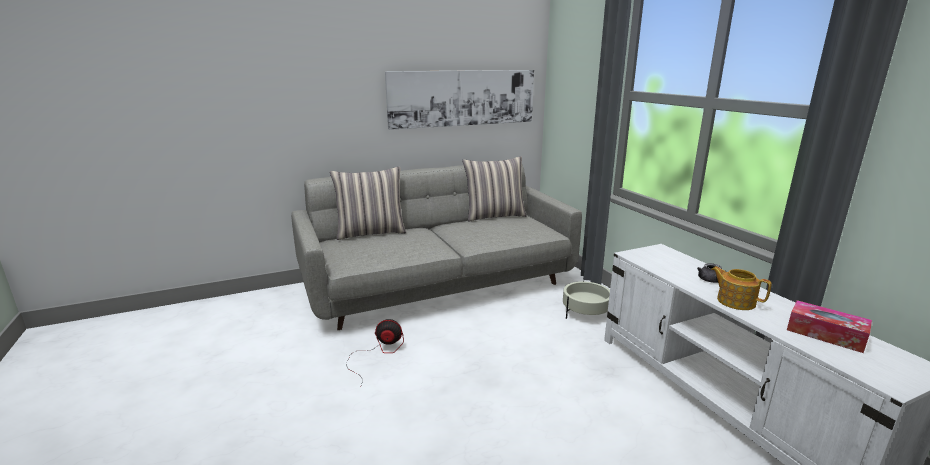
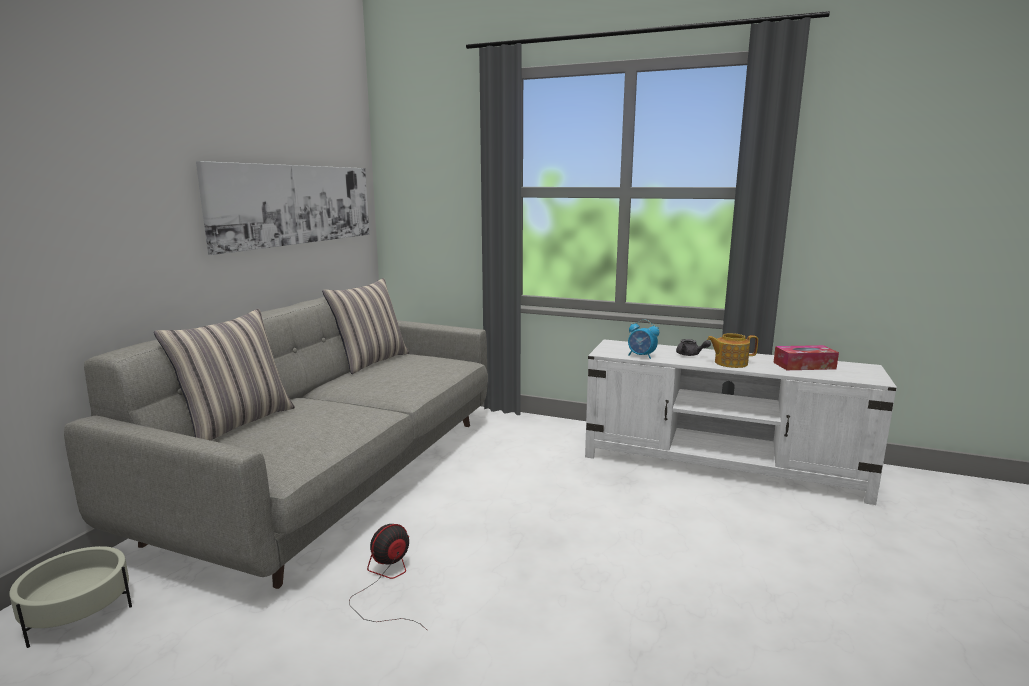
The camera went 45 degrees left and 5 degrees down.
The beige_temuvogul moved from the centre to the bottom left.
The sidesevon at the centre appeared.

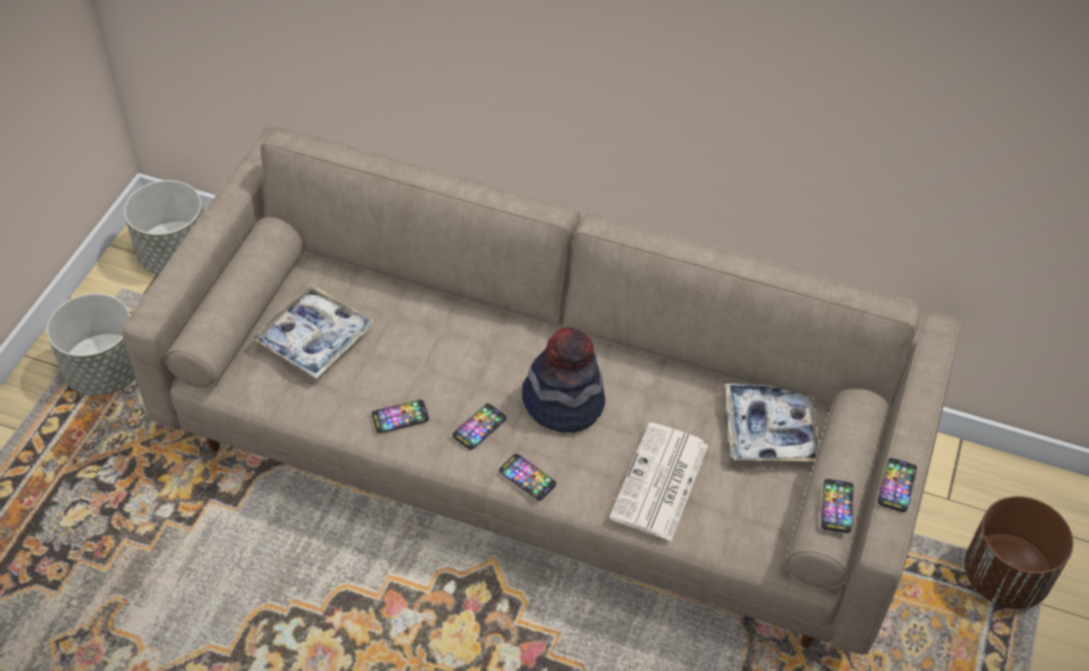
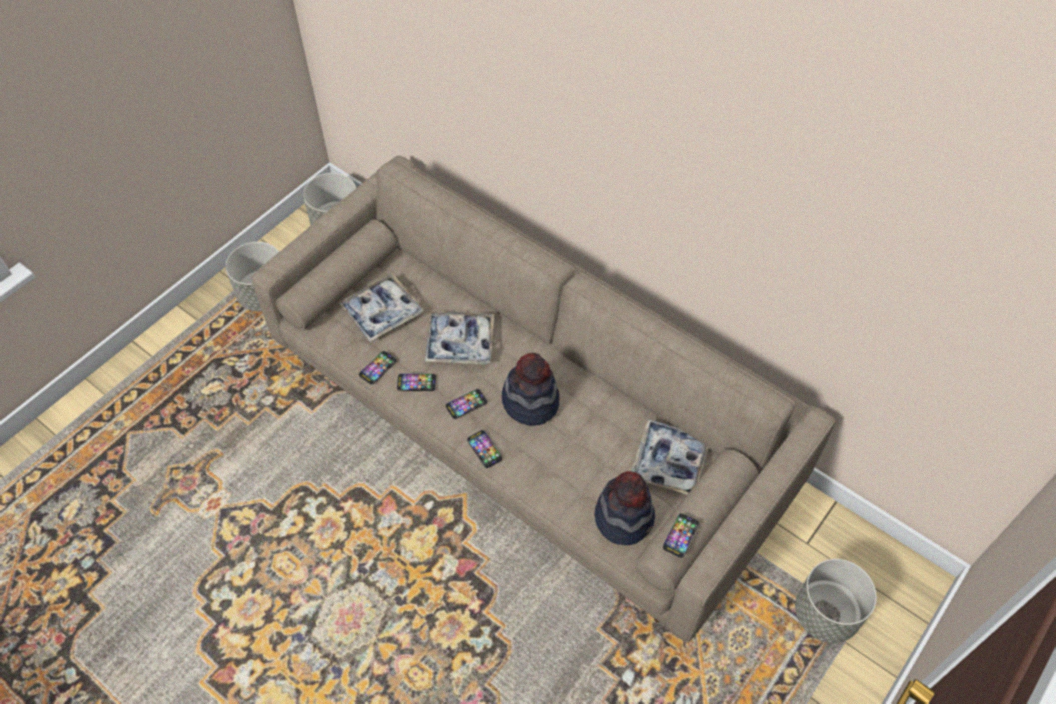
The camera went 20 degrees right and 5 degrees up.
The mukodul at the bottom centre disappeared.
The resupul (5th from left in the first image) moved from the bottom right to the centre.
The brown_temuvogul at the bottom right became the grey_temuvogul (3rd from left) at the bottom right.
The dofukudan (2nd from left) at the centre appeared.
The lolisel (2nd from left) at the bottom centre appeared.

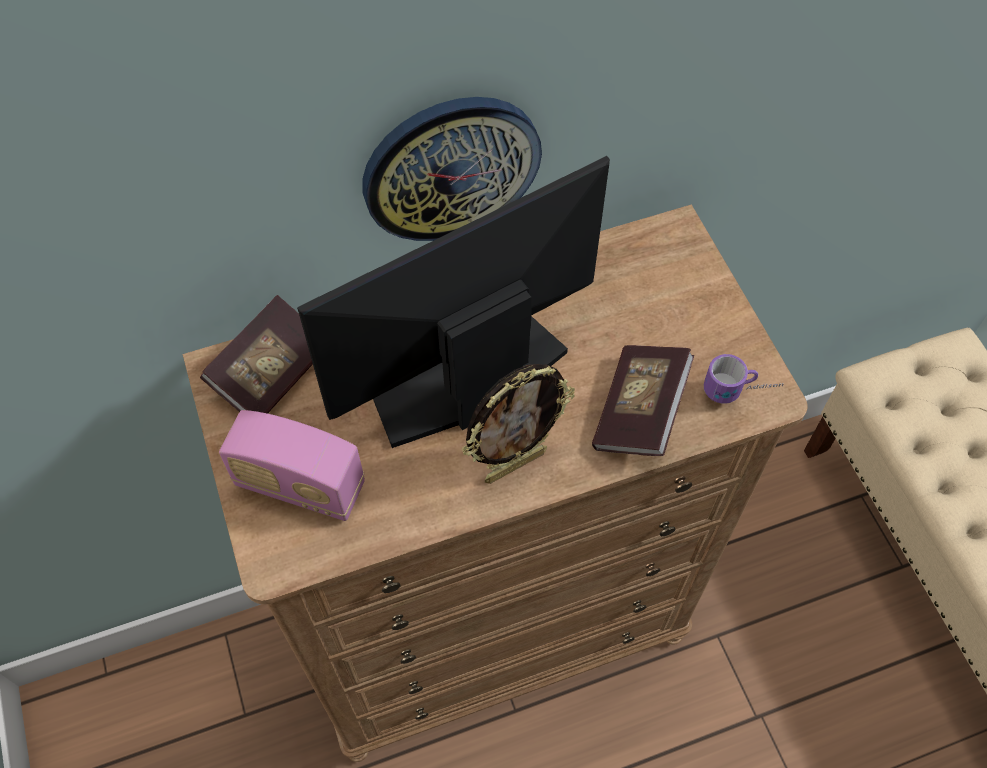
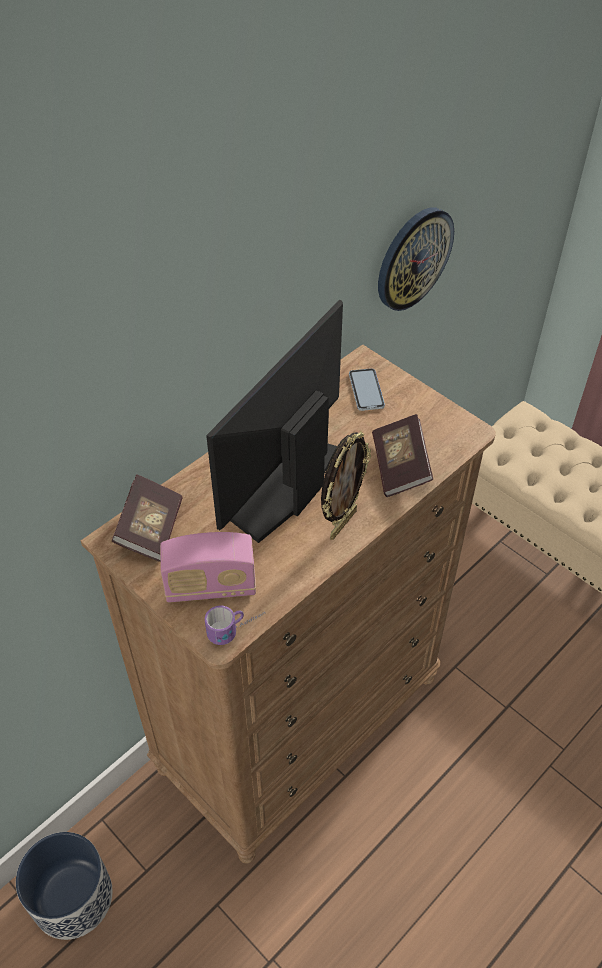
The camera went 25 degrees left and 10 degrees down.
The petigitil moved from the top centre to the top right.
The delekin moved from the middle right to the centre.
The resupul at the centre appeared.
The temuvogul at the bottom left appeared.

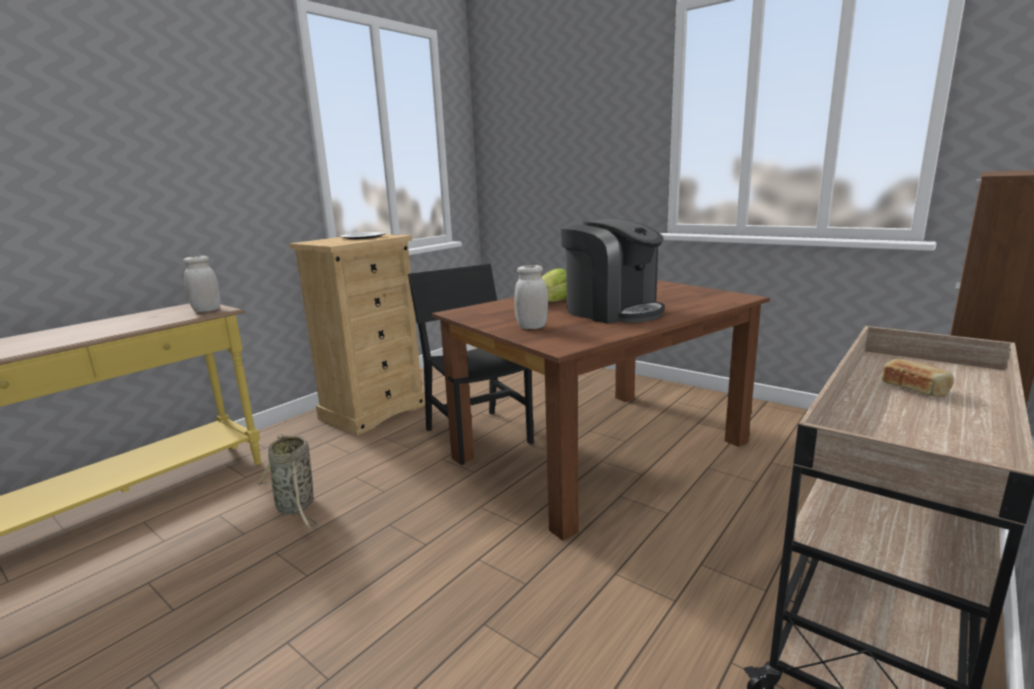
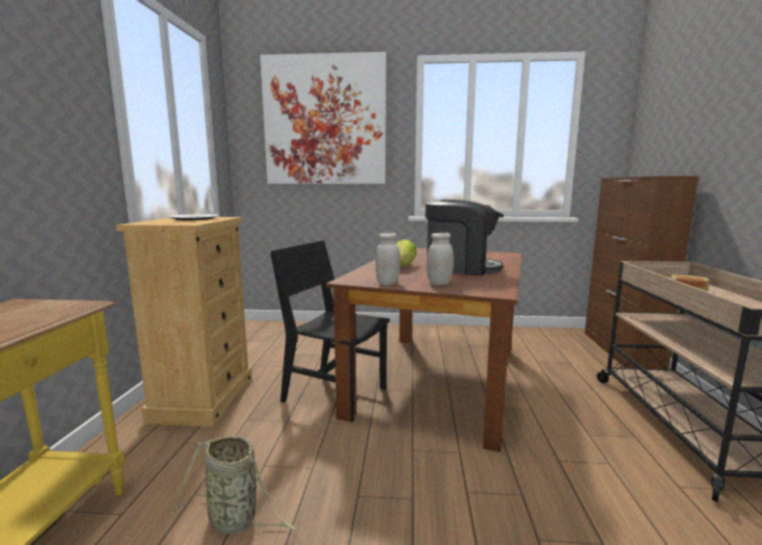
The camera went 35 degrees left and 5 degrees down.
The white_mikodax (1st from left) moved from the middle left to the centre.
The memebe at the top centre appeared.

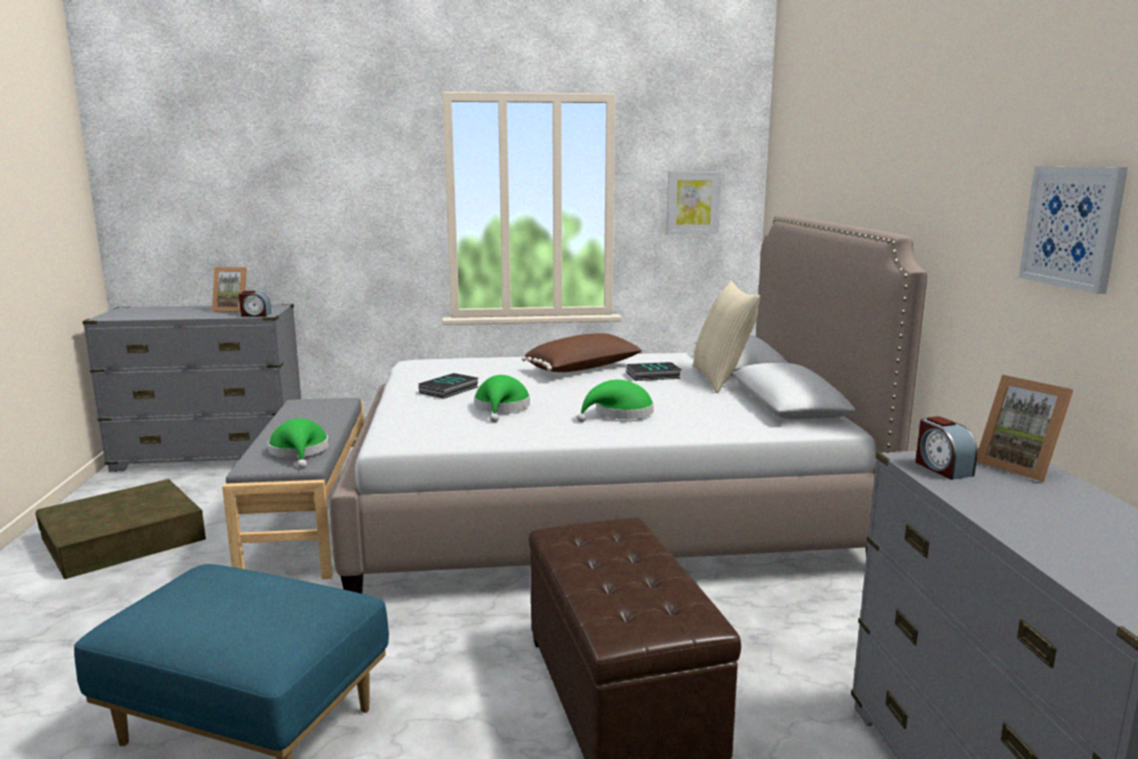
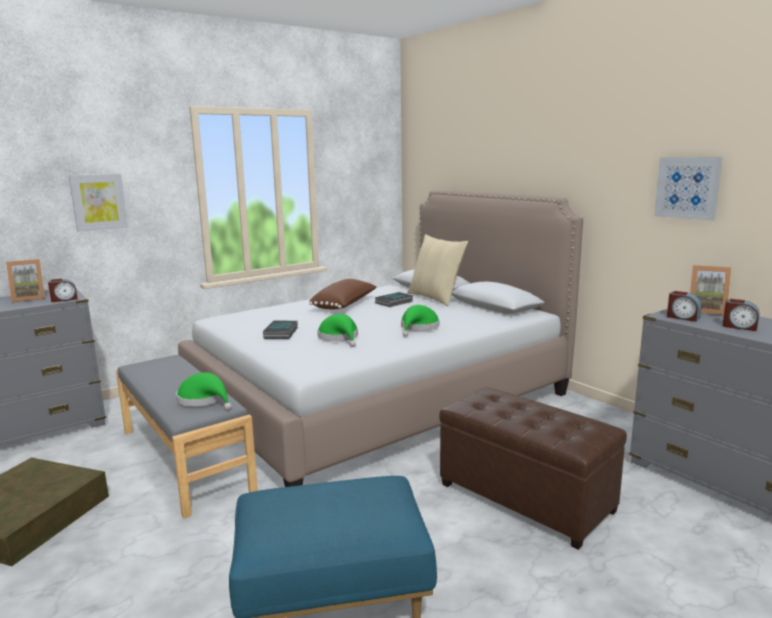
The camera went 30 degrees left and 0 degrees up.
The memebe (1st from left) moved from the top centre to the top left.
The sidesevon (3rd from left) at the middle right appeared.

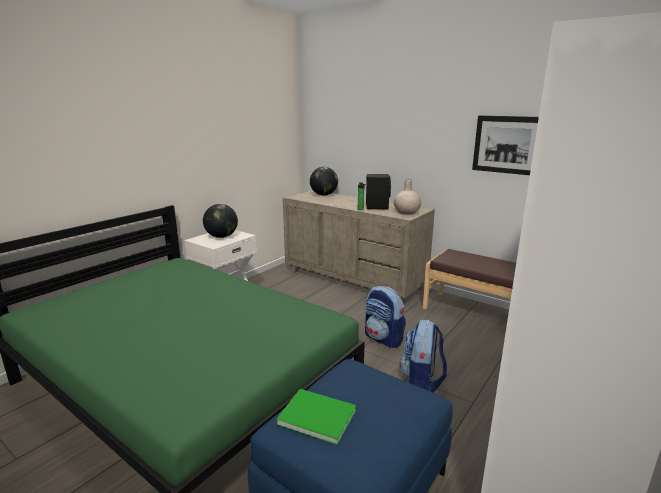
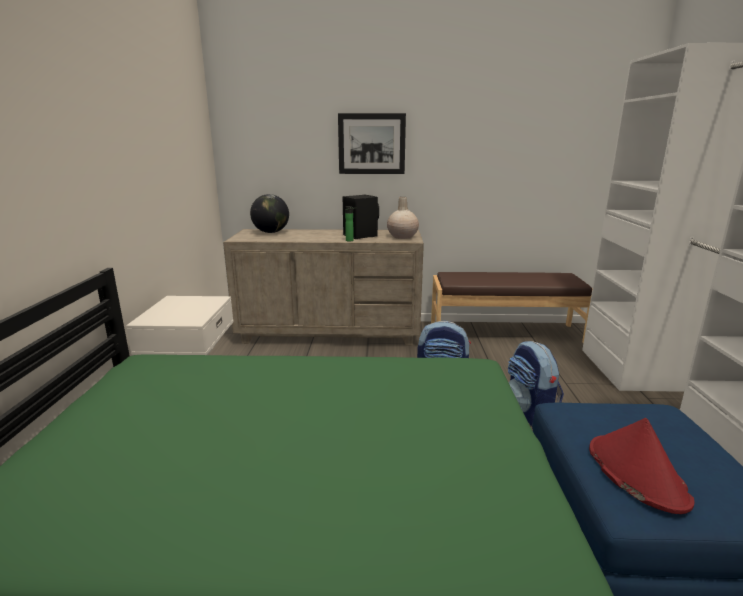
The camera went 35 degrees left and 0 degrees up.
The memebe moved from the top right to the top centre.
The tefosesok (1st from left) at the middle left disappeared.
The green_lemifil at the bottom centre was replaced by the red_lolisel at the bottom right.

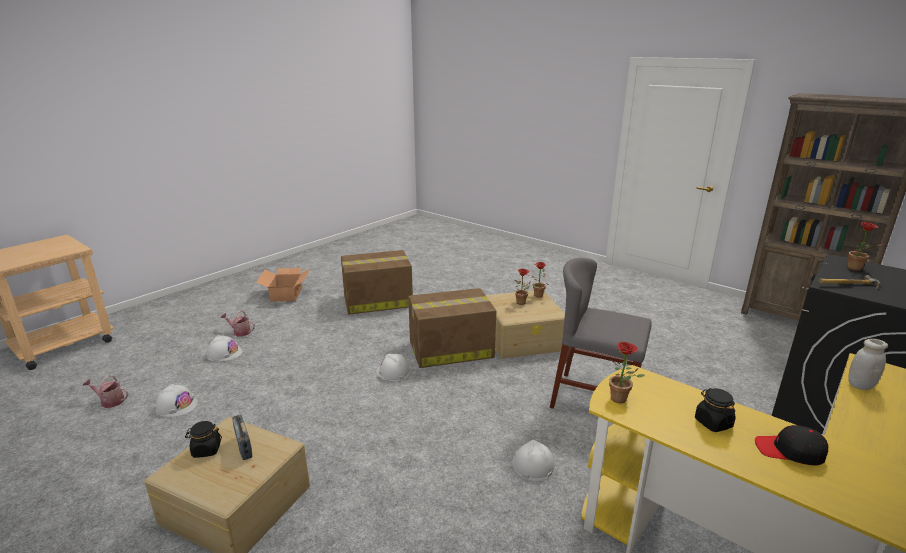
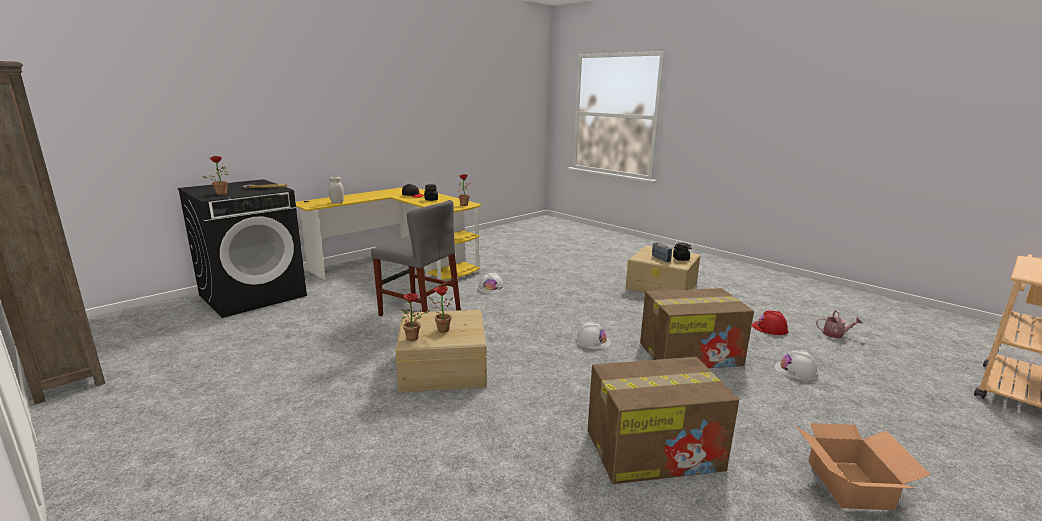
The camera went 175 degrees left and 5 degrees down.
The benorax (3rd from left in the first image) moved from the centre to the middle right.
The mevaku (2nd from left) at the middle left disappeared.
The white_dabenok (1st from left) at the bottom left became the red_dabenok at the middle right.

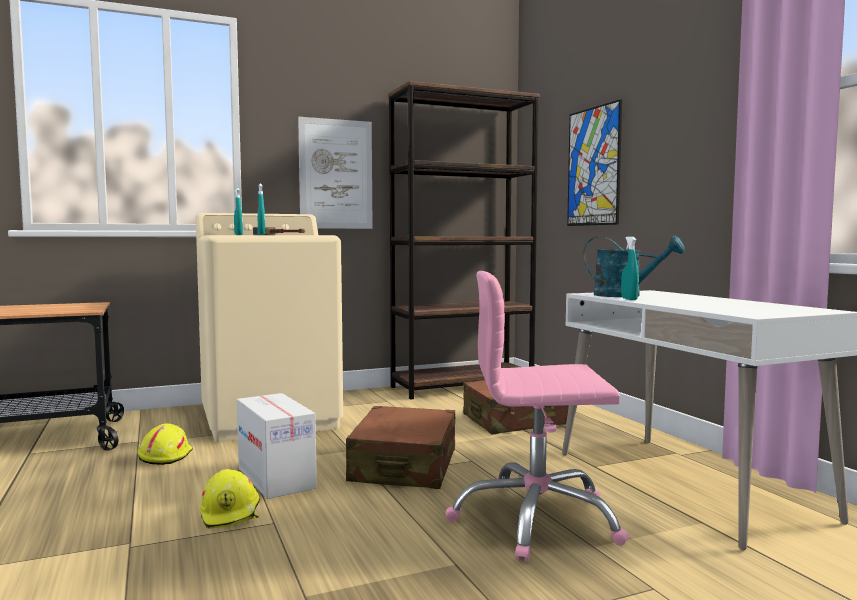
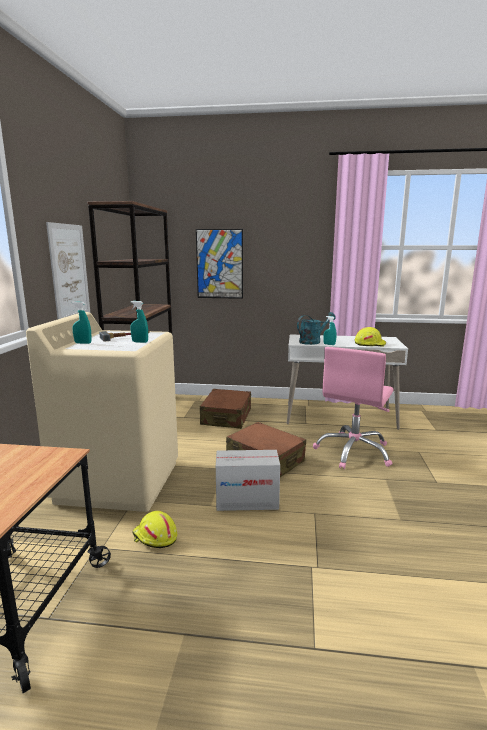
The camera went 60 degrees left and 10 degrees up.
The yellow_dabenok (2nd from left) moved from the bottom left to the middle right.

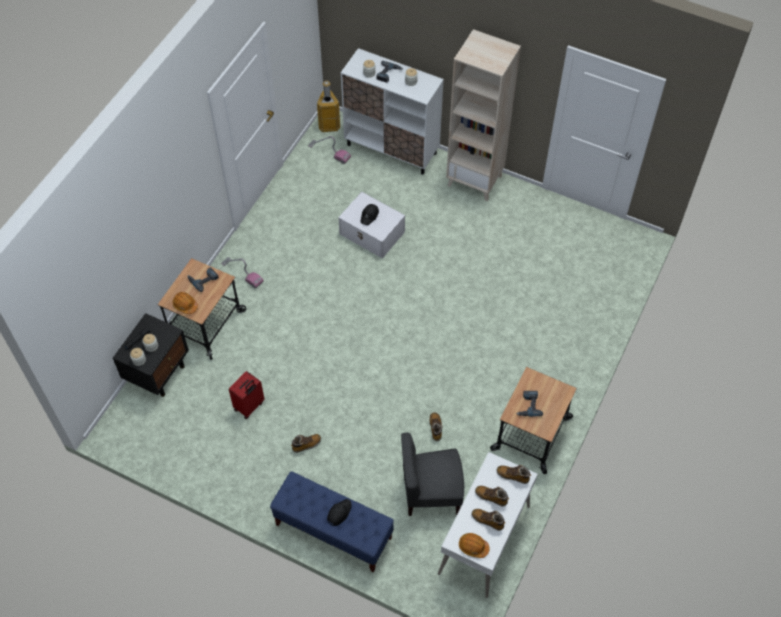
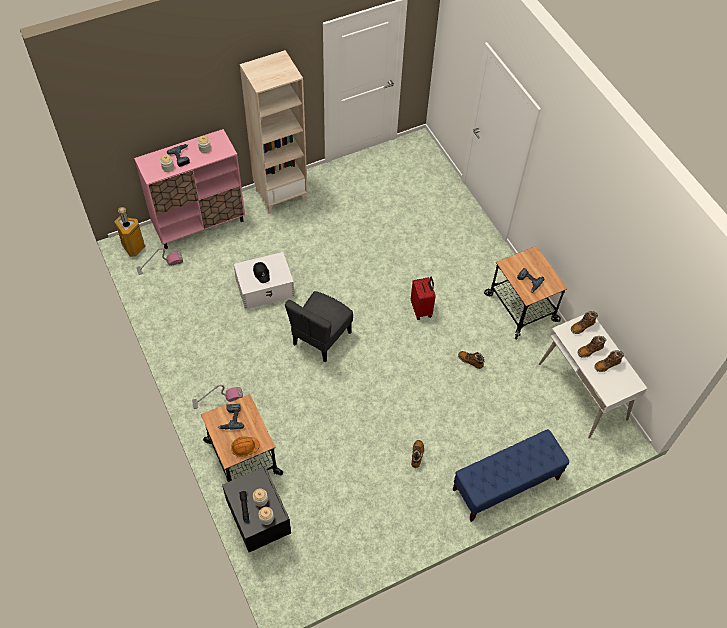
The camera went 55 degrees left and 0 degrees up.
The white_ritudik at the top centre became the pink_ritudik at the top left.
The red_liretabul moved from the middle left to the centre.
The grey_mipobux moved from the bottom centre to the centre.
The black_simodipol (1st from left) at the bottom centre disappeared.
The orange_dabenok (2nd from left) at the bottom centre disappeared.

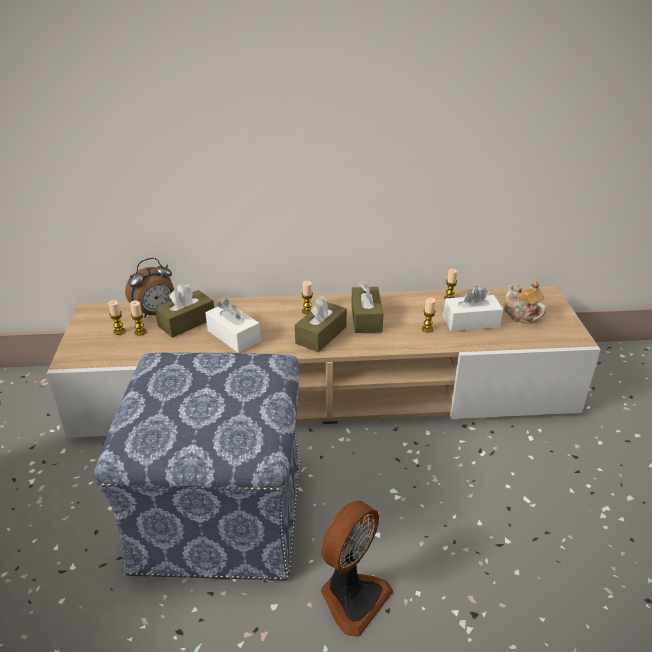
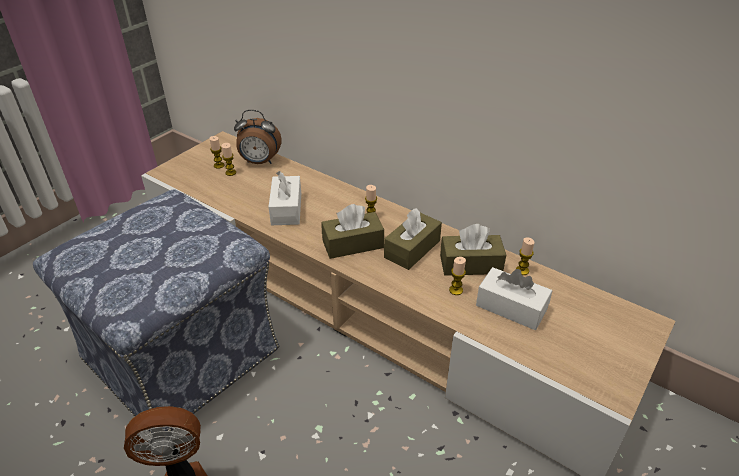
The camera went 40 degrees right and 5 degrees up.
The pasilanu at the middle right disappeared.
The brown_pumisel (1st from left in the first image) moved from the middle left to the centre.

